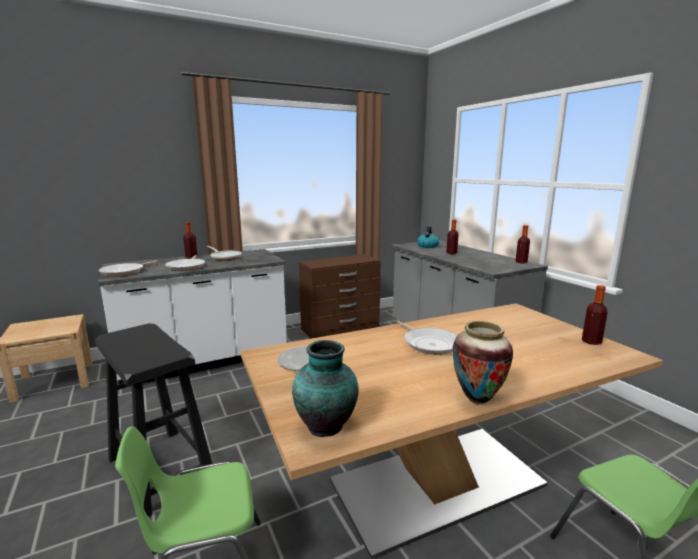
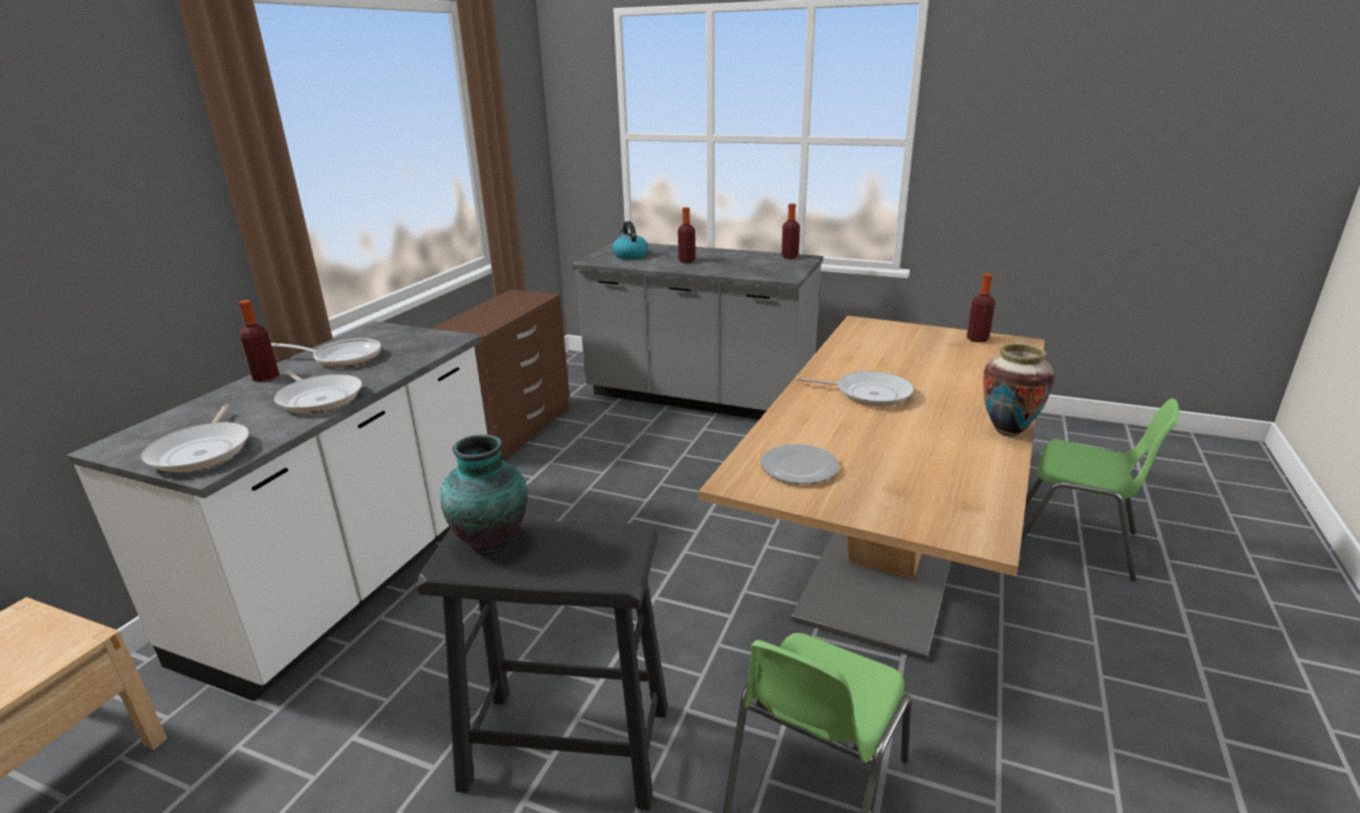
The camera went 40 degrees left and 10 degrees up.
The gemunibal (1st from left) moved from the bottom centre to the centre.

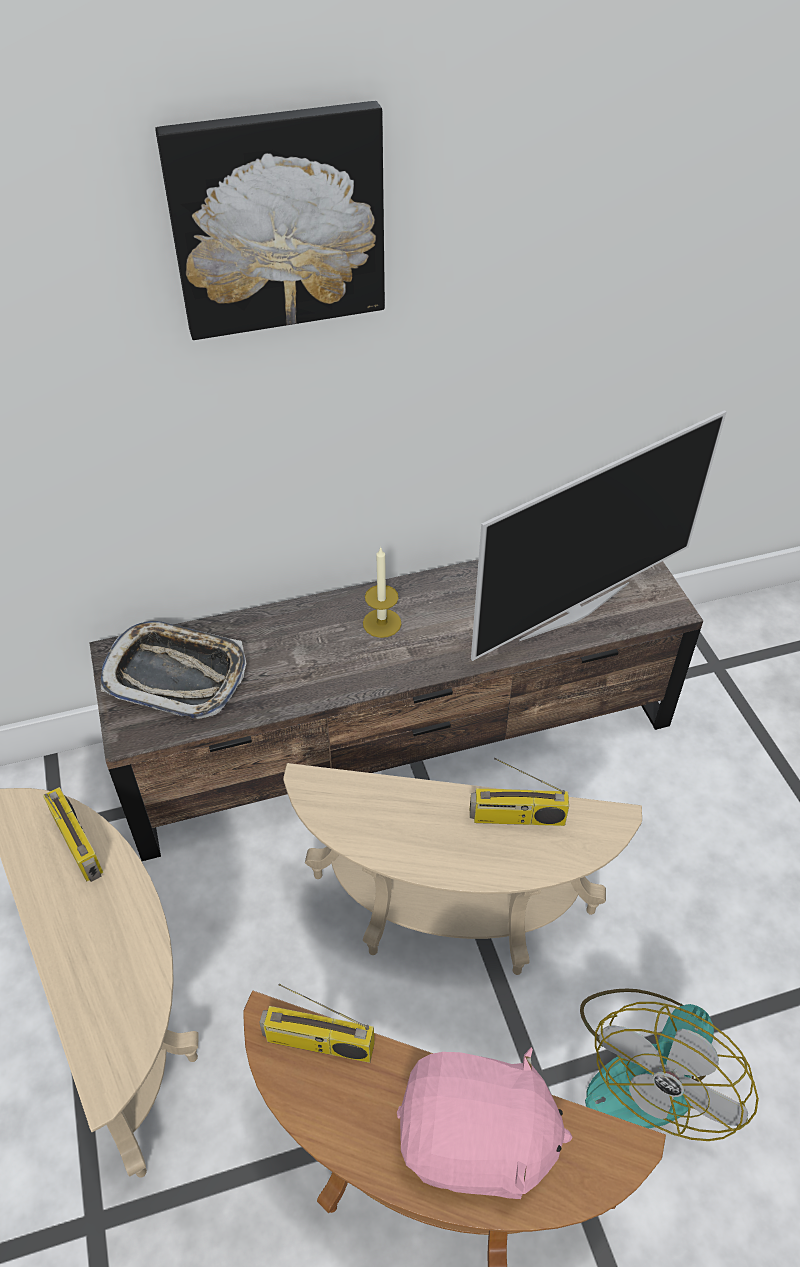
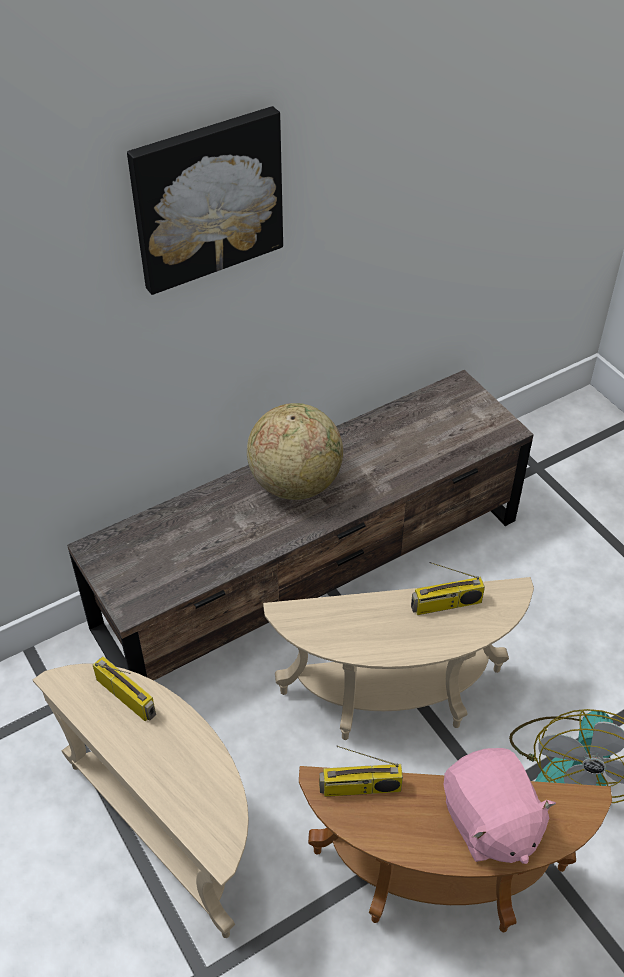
The camera went 15 degrees left and 0 degrees up.
The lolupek at the middle right disappeared.
The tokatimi at the centre was replaced by the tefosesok at the centre.
The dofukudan at the middle left disappeared.
The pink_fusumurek at the bottom centre turned 75 degrees clockwise.

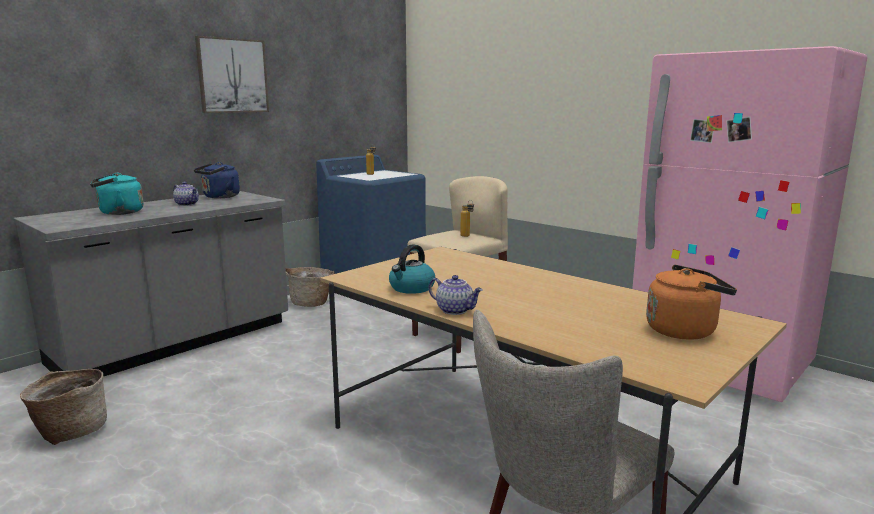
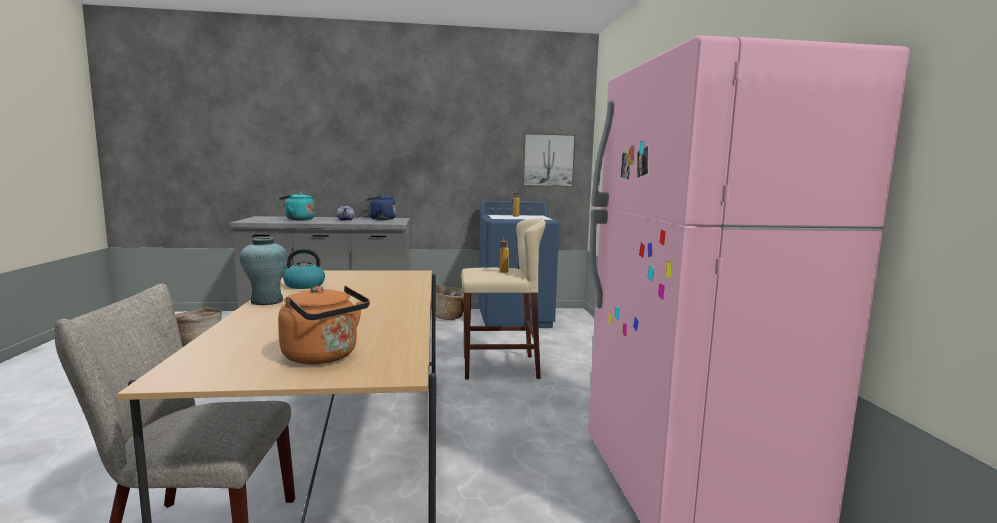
The camera went 40 degrees right and 5 degrees down.
The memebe moved from the top left to the top centre.
The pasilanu (2nd from left) at the centre was replaced by the turquoise_gemunibal at the middle left.

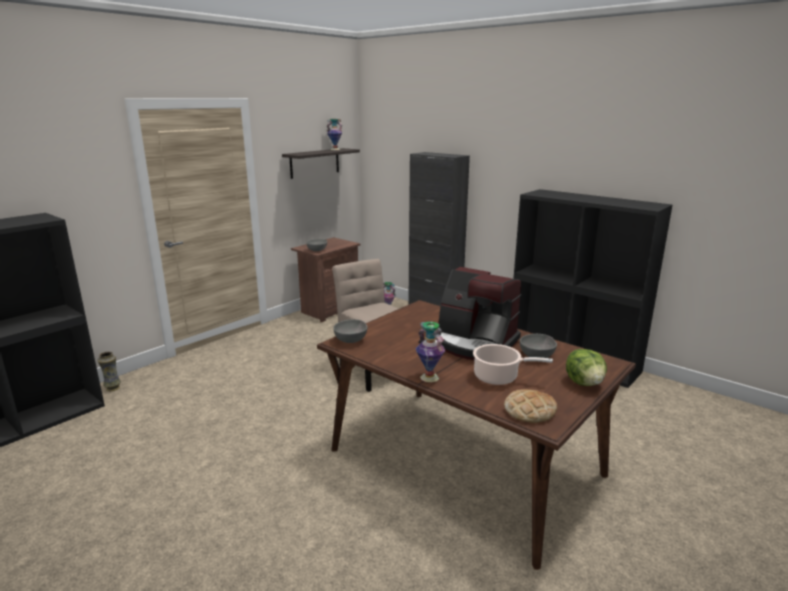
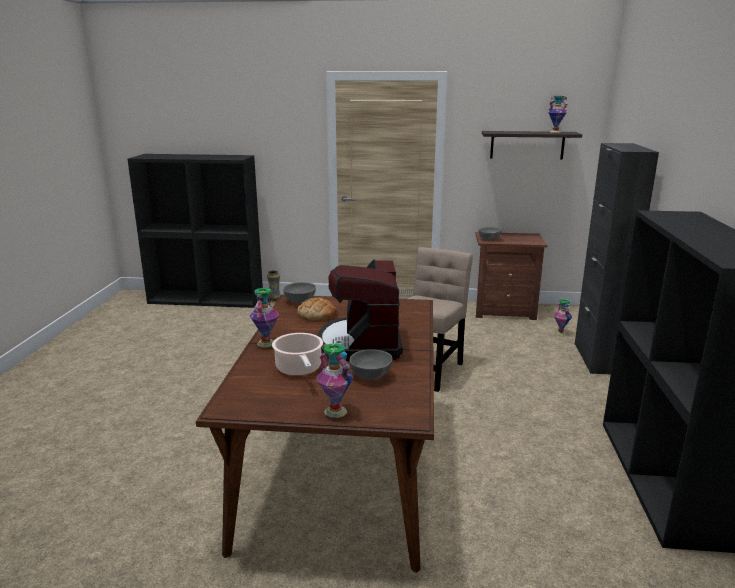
The camera went 55 degrees right and 0 degrees up.
The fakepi at the middle right was replaced by the gemunibal (3rd from left) at the centre.
The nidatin moved from the bottom right to the centre.

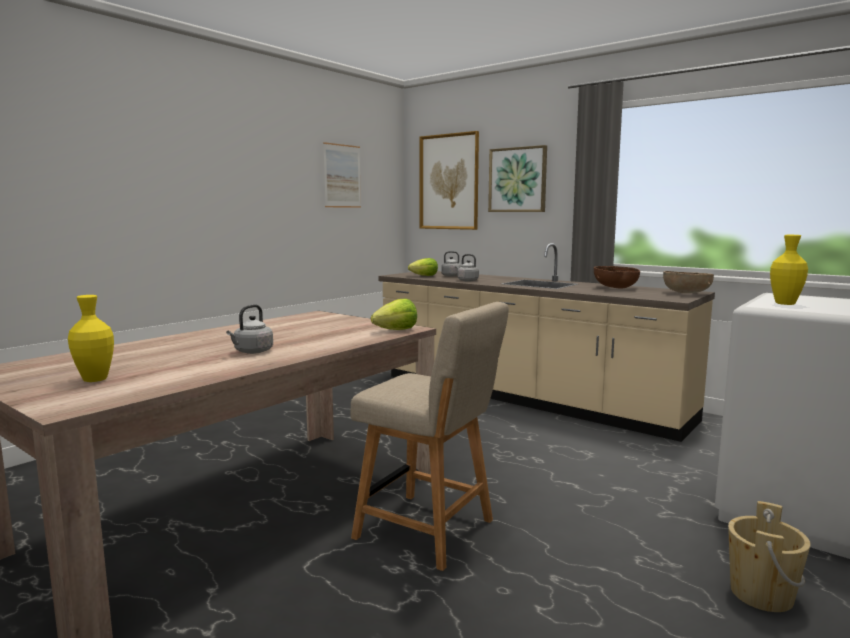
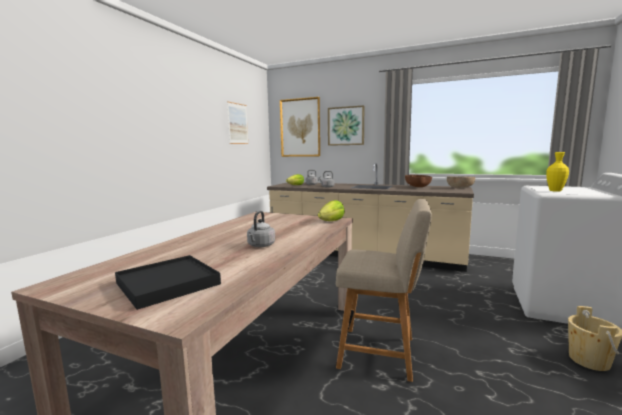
The camera went 15 degrees left and 0 degrees up.
The yellow_gemunibal (1st from left) at the middle left was replaced by the black_dofukudan at the bottom left.

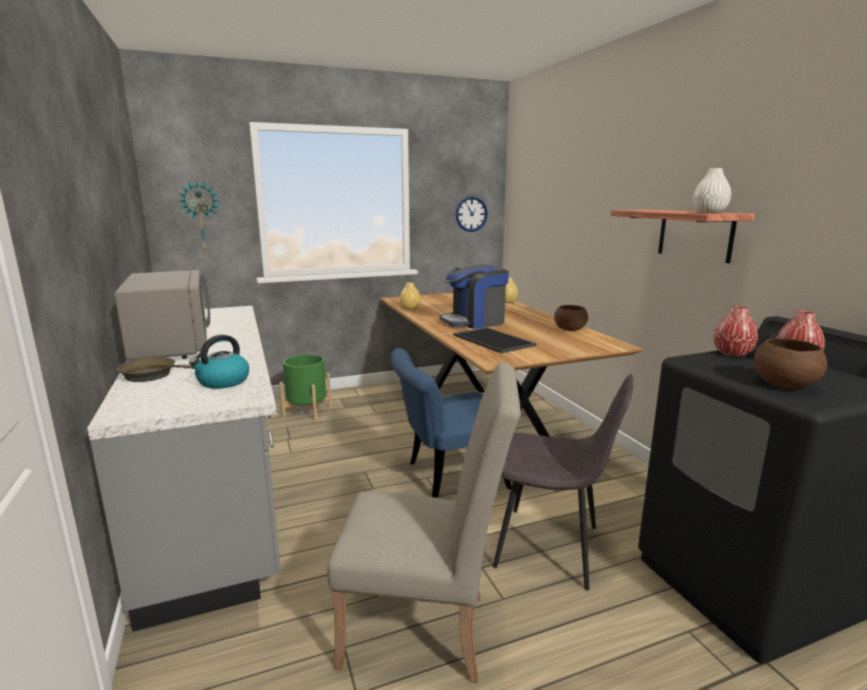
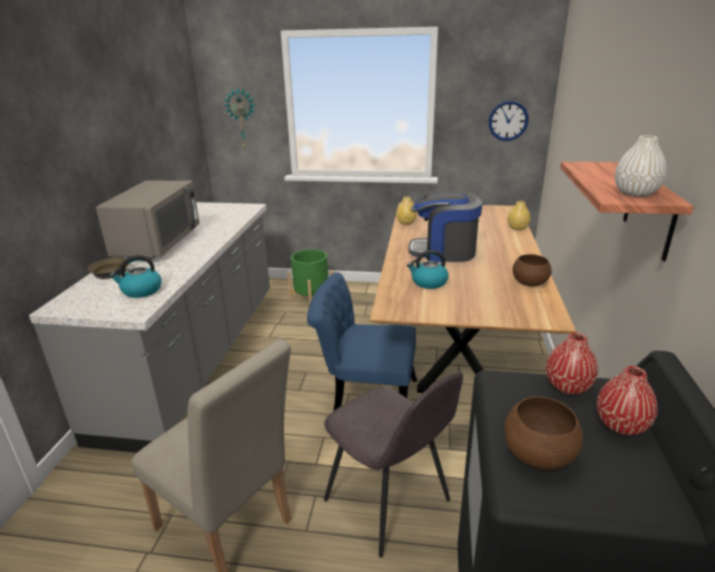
The camera went 30 degrees right and 10 degrees up.
The dofukudan at the centre was replaced by the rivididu (2nd from left) at the centre.

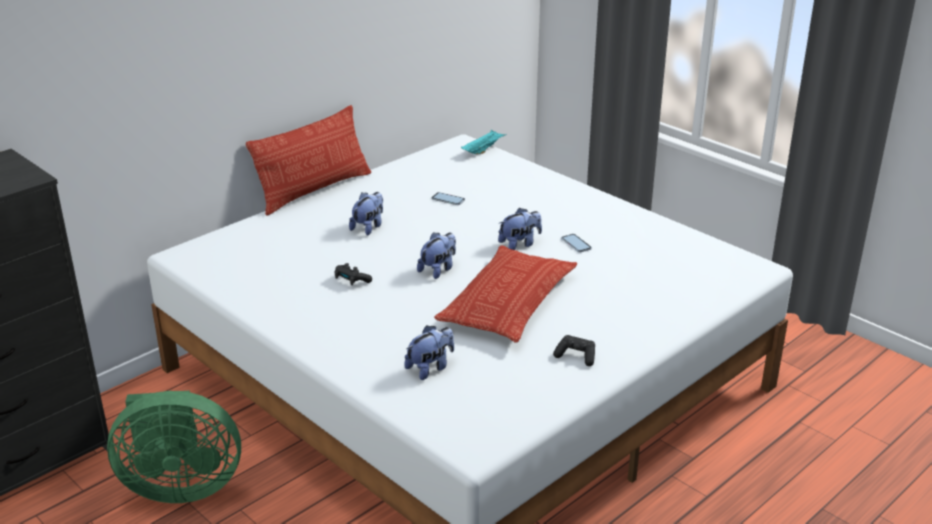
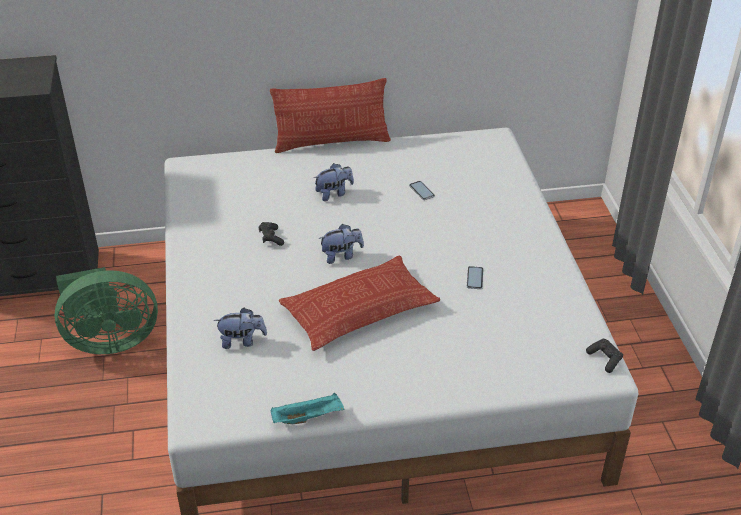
The camera went 35 degrees right and 10 degrees up.
The turquoise_dofukudan moved from the top centre to the bottom centre.
The fusumurek (4th from left) at the centre disappeared.
The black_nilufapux (2nd from left) moved from the bottom centre to the bottom right.
The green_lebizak at the bottom left turned 45 degrees counterclockwise.

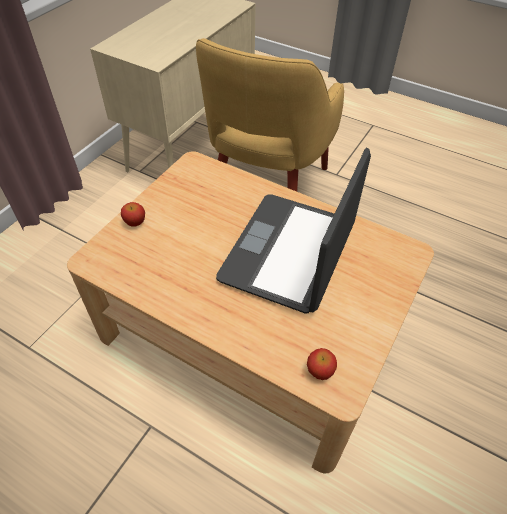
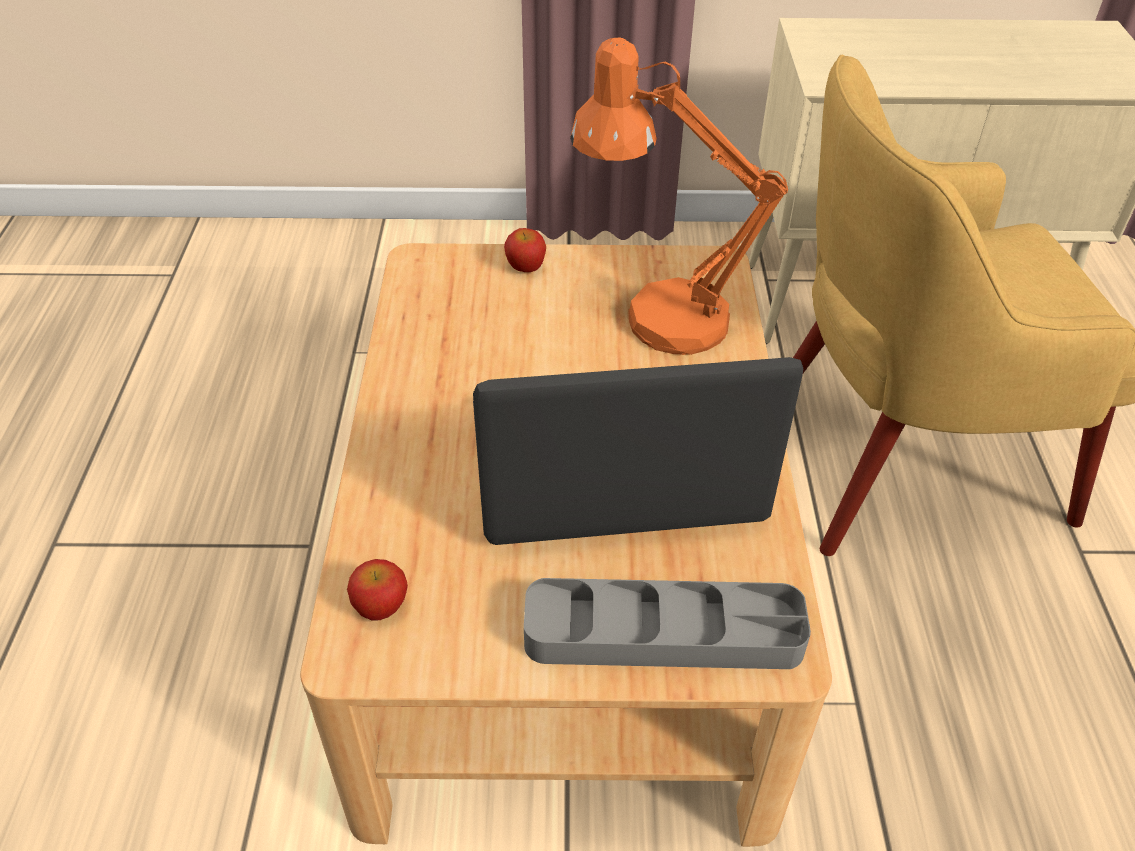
The camera went 60 degrees right and 5 degrees down.
The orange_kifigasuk at the top centre appeared.
The grey_dofukudan at the bottom centre appeared.

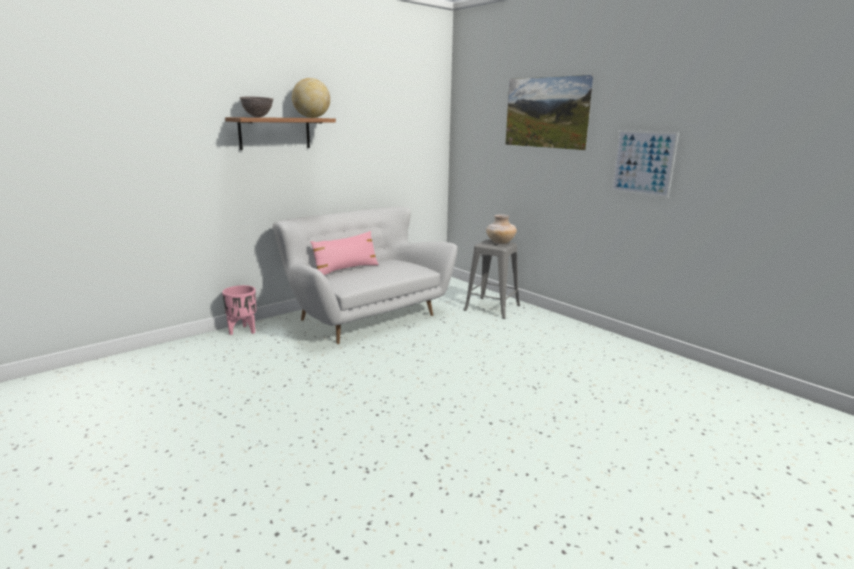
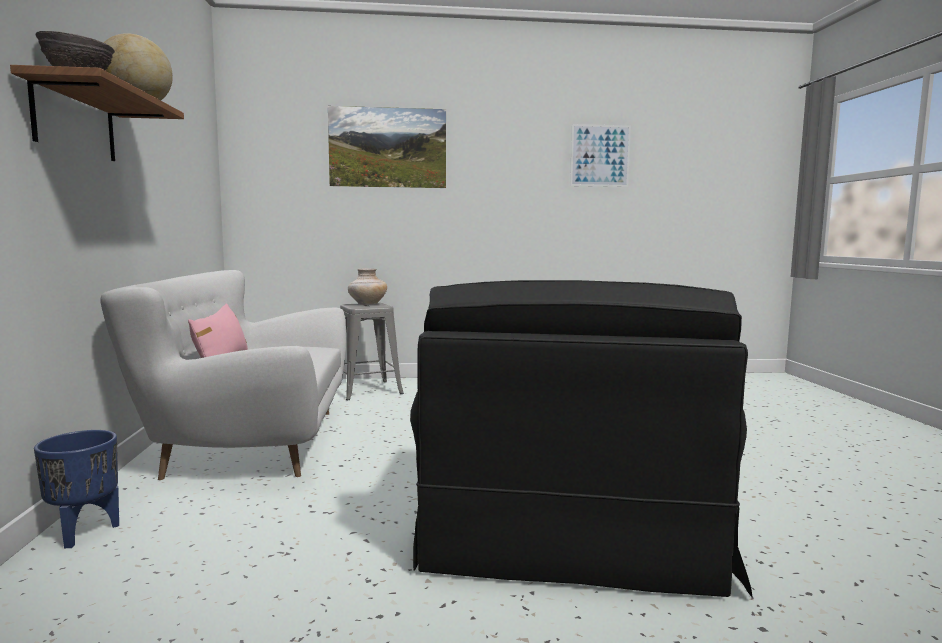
The camera went 55 degrees left and 10 degrees down.
The memebe (2nd from left) moved from the top right to the top centre.
The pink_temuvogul at the middle left became the blue_temuvogul at the bottom left.
The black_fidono at the bottom centre appeared.

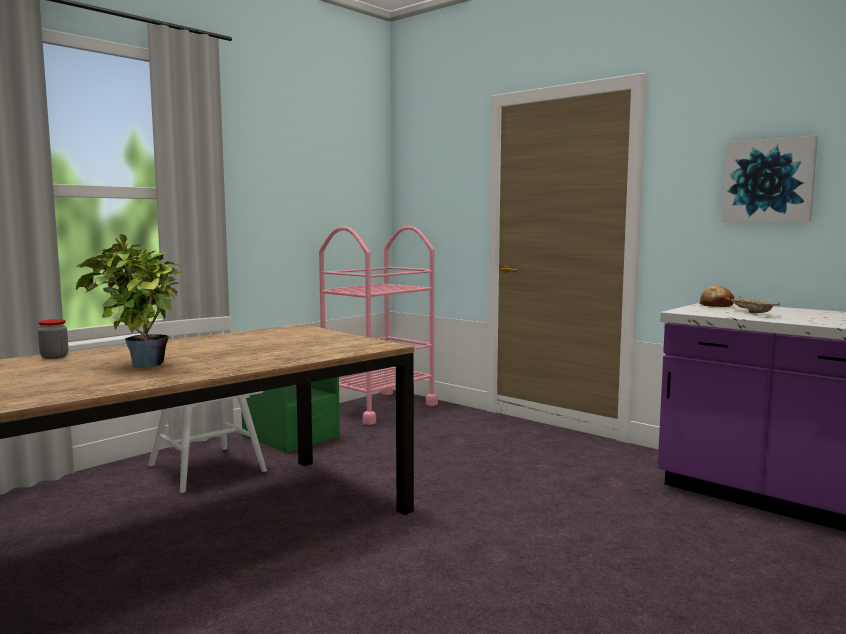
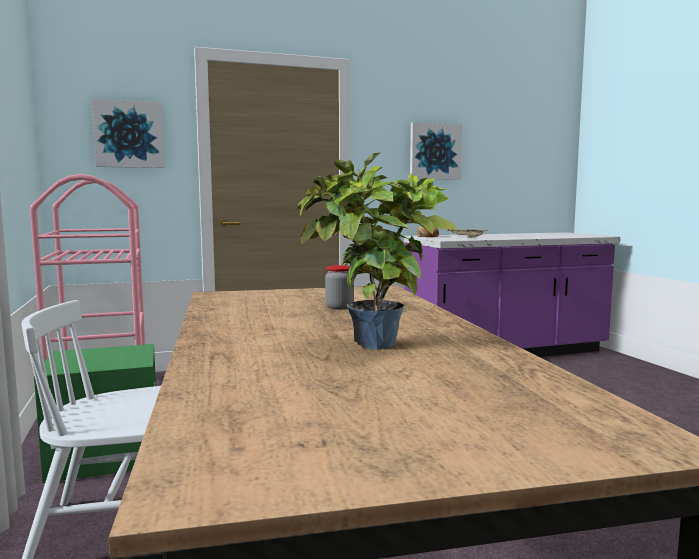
The camera went 60 degrees left and 0 degrees up.
The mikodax moved from the middle left to the centre.
The memebe (1st from left) at the top left appeared.

